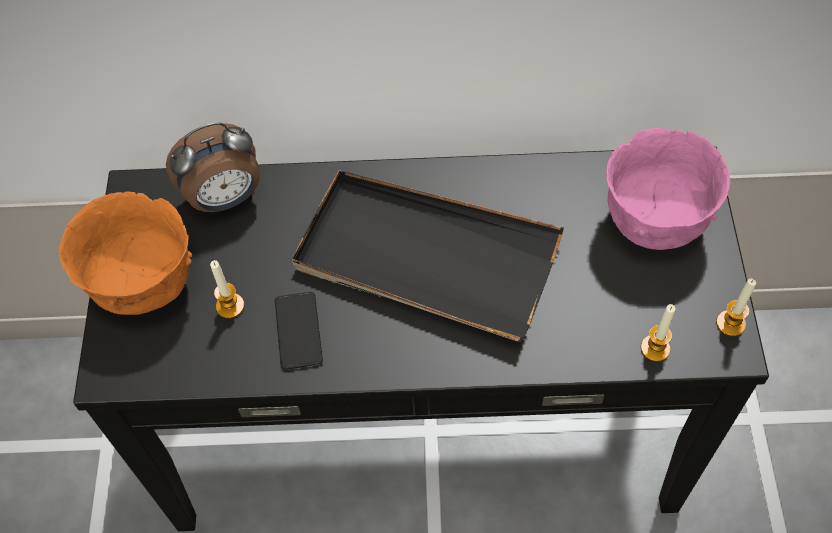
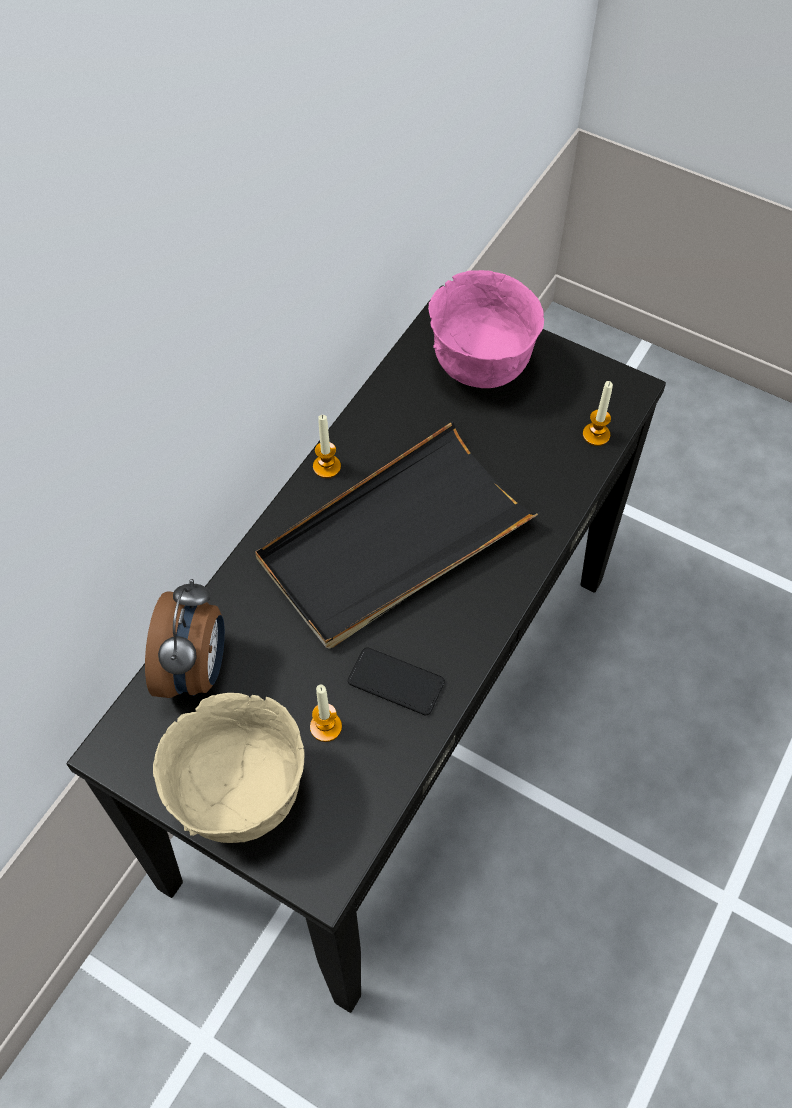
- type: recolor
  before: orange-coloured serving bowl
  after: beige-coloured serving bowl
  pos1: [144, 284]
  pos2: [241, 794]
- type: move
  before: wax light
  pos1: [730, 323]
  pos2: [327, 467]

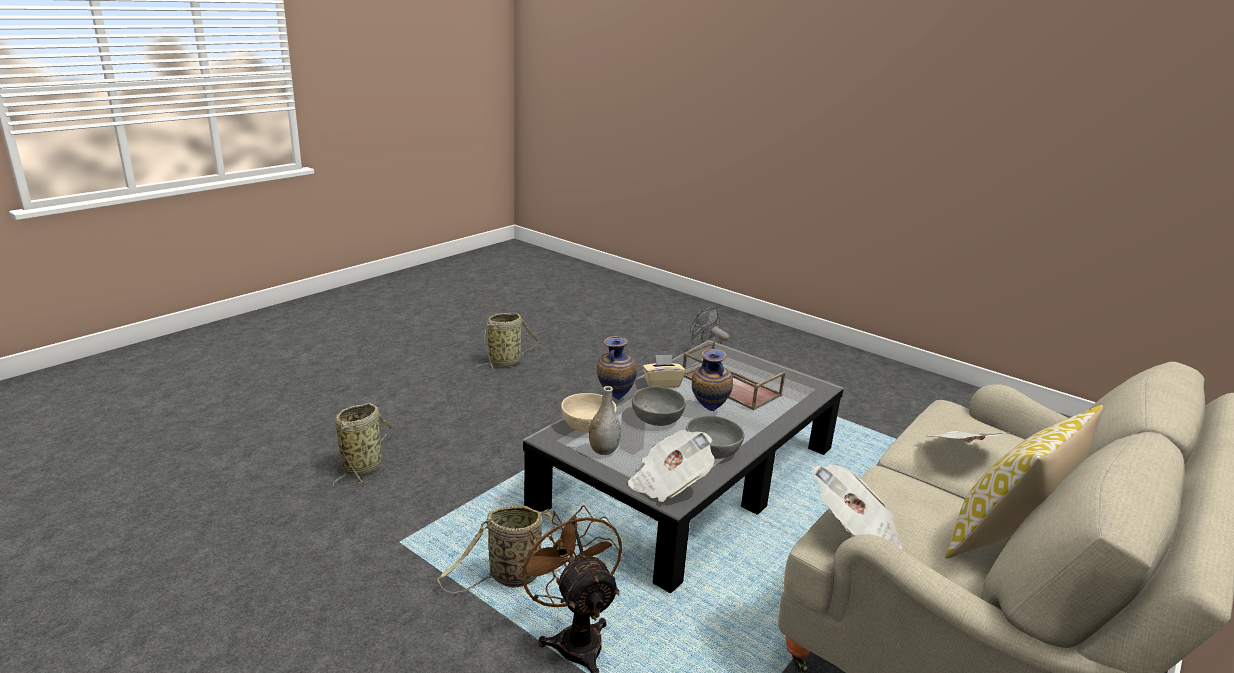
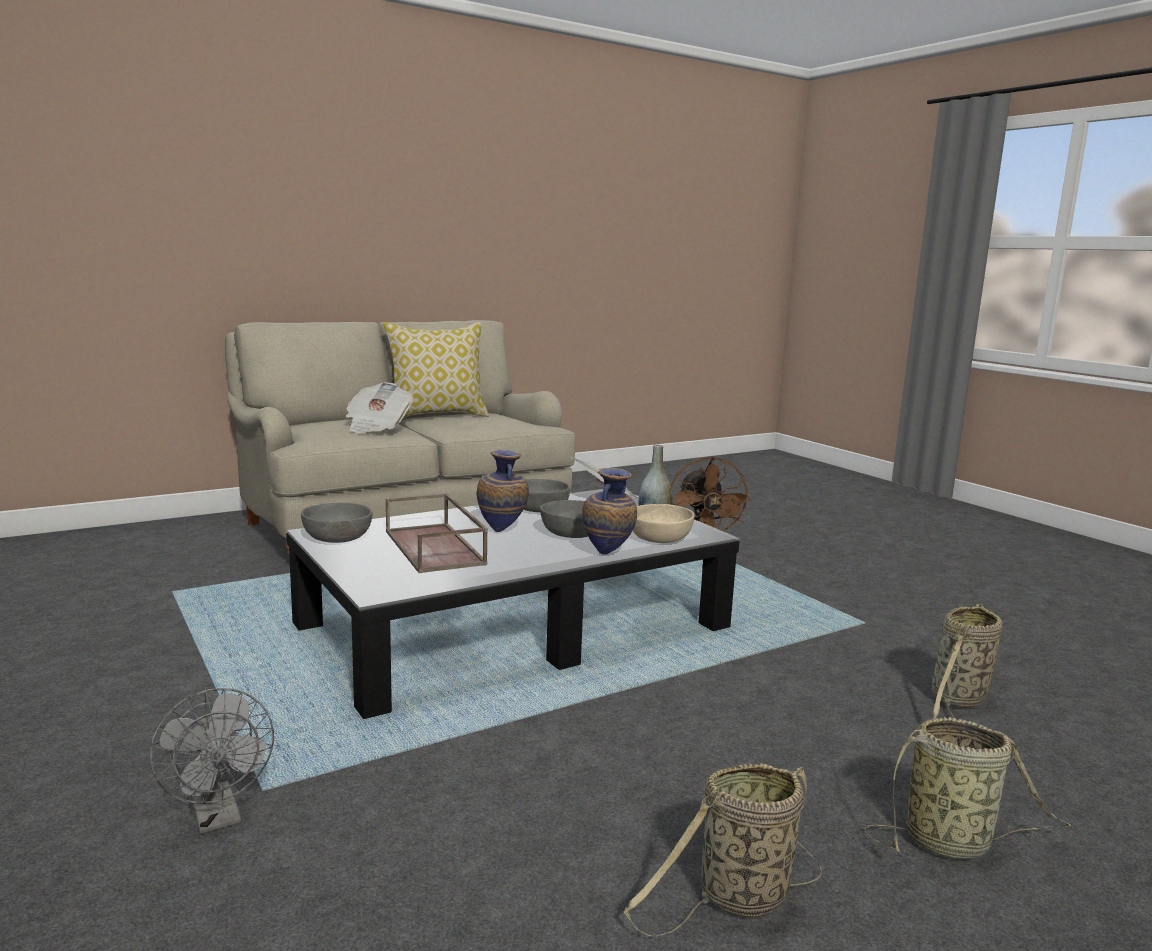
- type: delete
  before: beige-coloured tissue box
  pos1: [662, 383]
- type: delete
  before: daily paper
  pos1: [854, 528]
- type: move
  before: household basket
  pos1: [511, 577]
  pos2: [952, 843]
- type: insert
  after: gray serving bowl
  pos2: [337, 537]

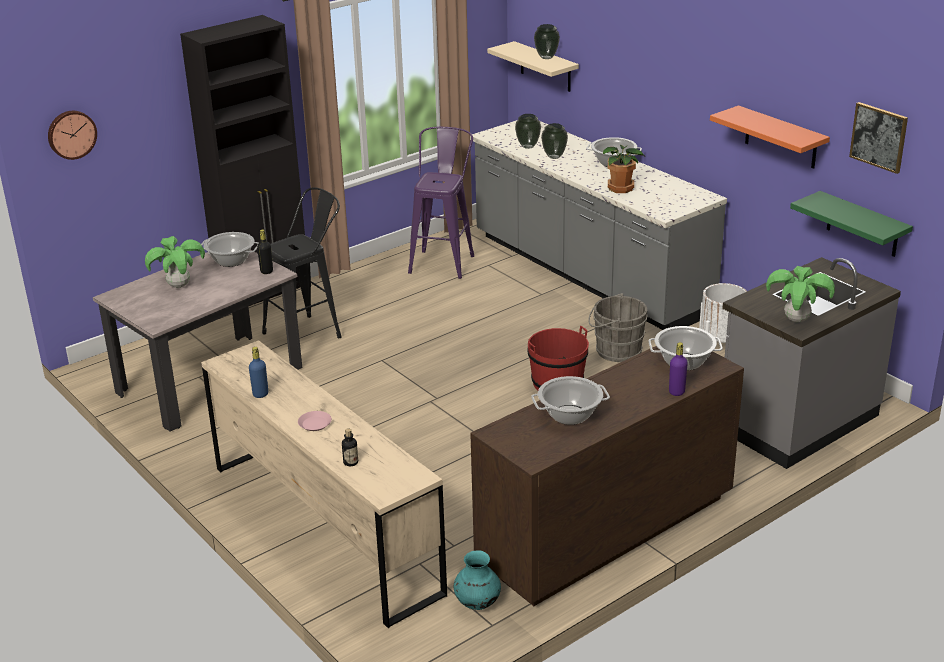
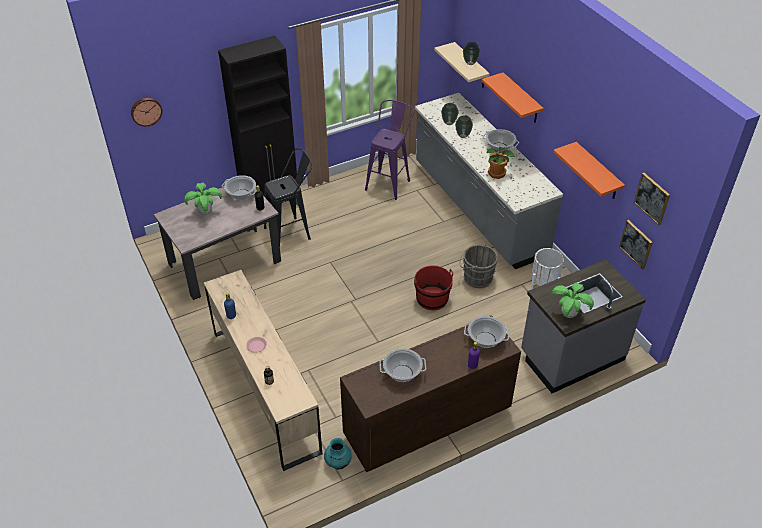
- type: replace
  before: green wall shelf
  after: wall picture
  pos1: [862, 225]
  pos2: [636, 244]
- type: insert
  after: orange-coloured wall shelf
  pos2: [521, 99]

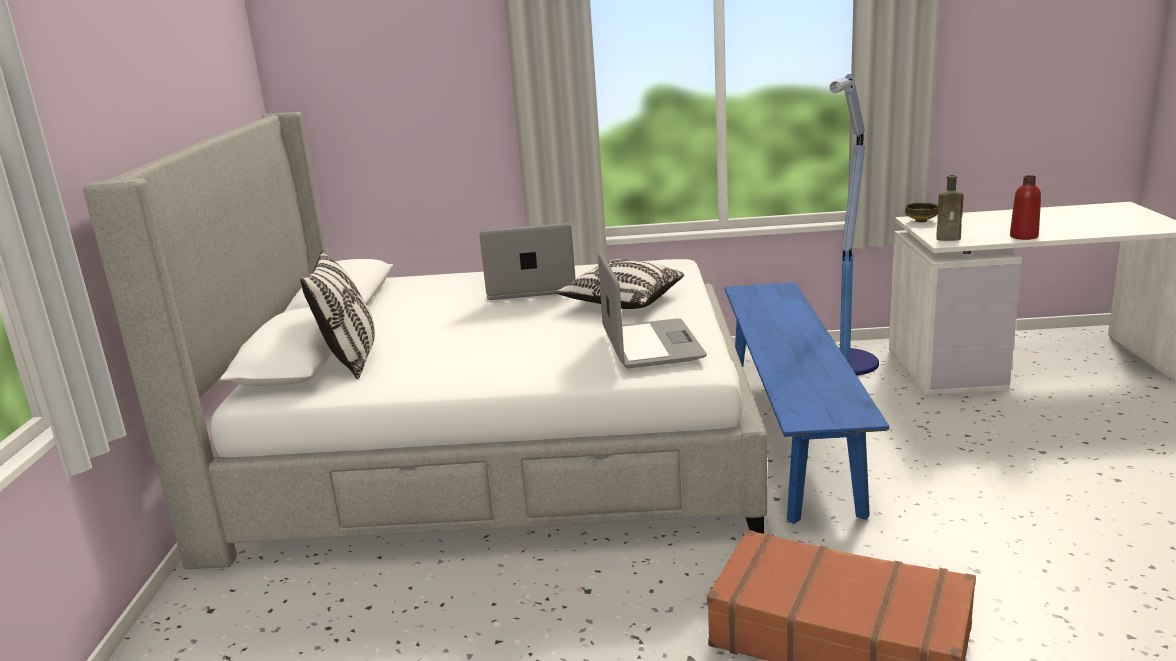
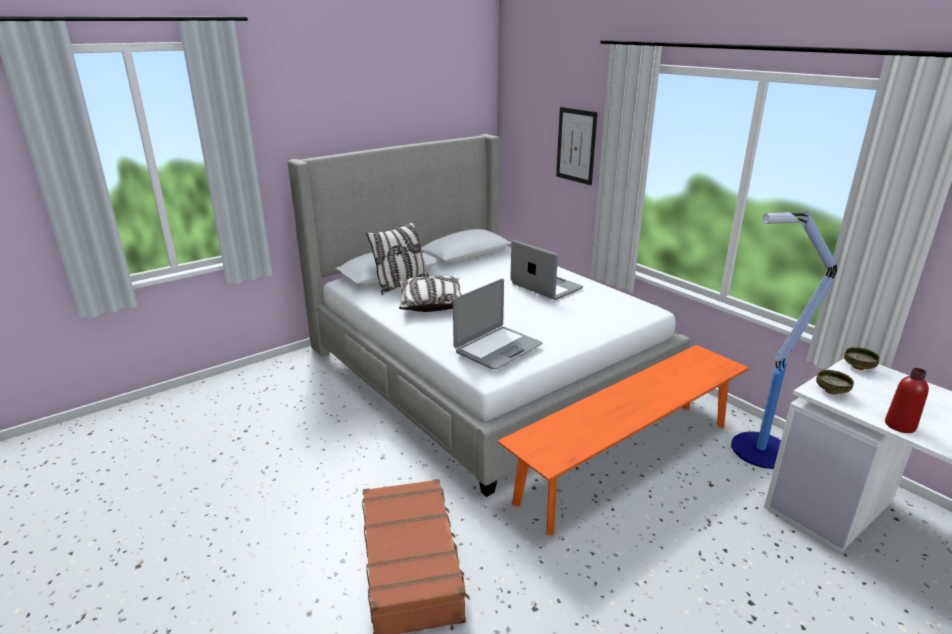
- type: replace
  before: brown drink bottle
  after: serving bowl
  pos1: [950, 238]
  pos2: [831, 391]
- type: move
  before: cushion
  pos1: [622, 302]
  pos2: [431, 304]
- type: recolor
  before: blue indoor bench
  after: orange-coloured indoor bench
  pos1: [790, 429]
  pos2: [627, 461]
- type: insert
  after: wall picture
  pos2: [576, 145]

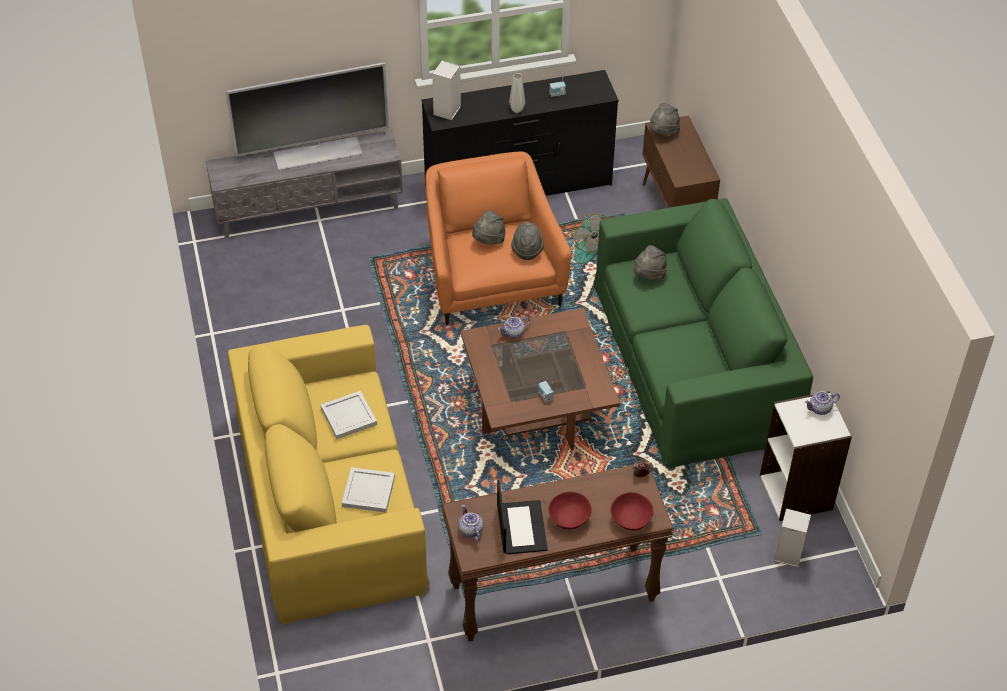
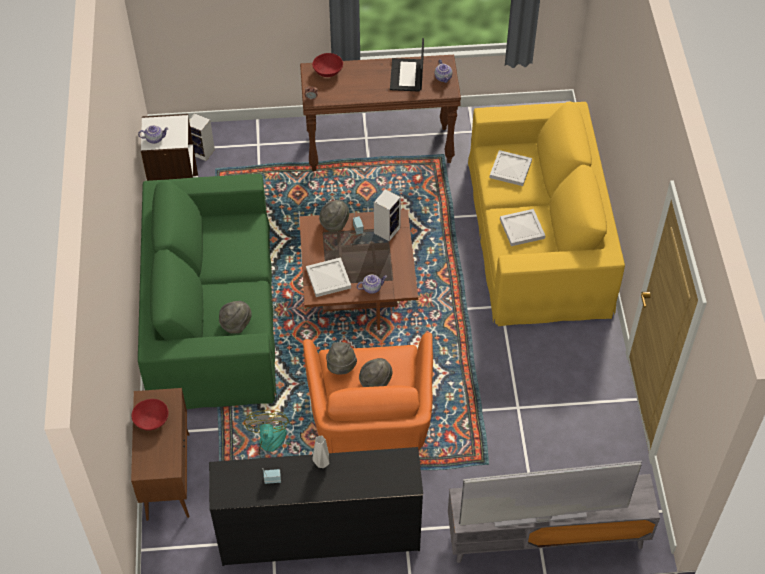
- type: move
  before: audio speaker
  pos1: [447, 111]
  pos2: [387, 229]
- type: move
  before: gray clothing hat
  pos1: [663, 133]
  pos2: [334, 223]
- type: move
  before: reddish serving bowl
  pos1: [569, 517]
  pos2: [151, 421]
- type: insert
  after: whitish tray
  pos2: [328, 279]

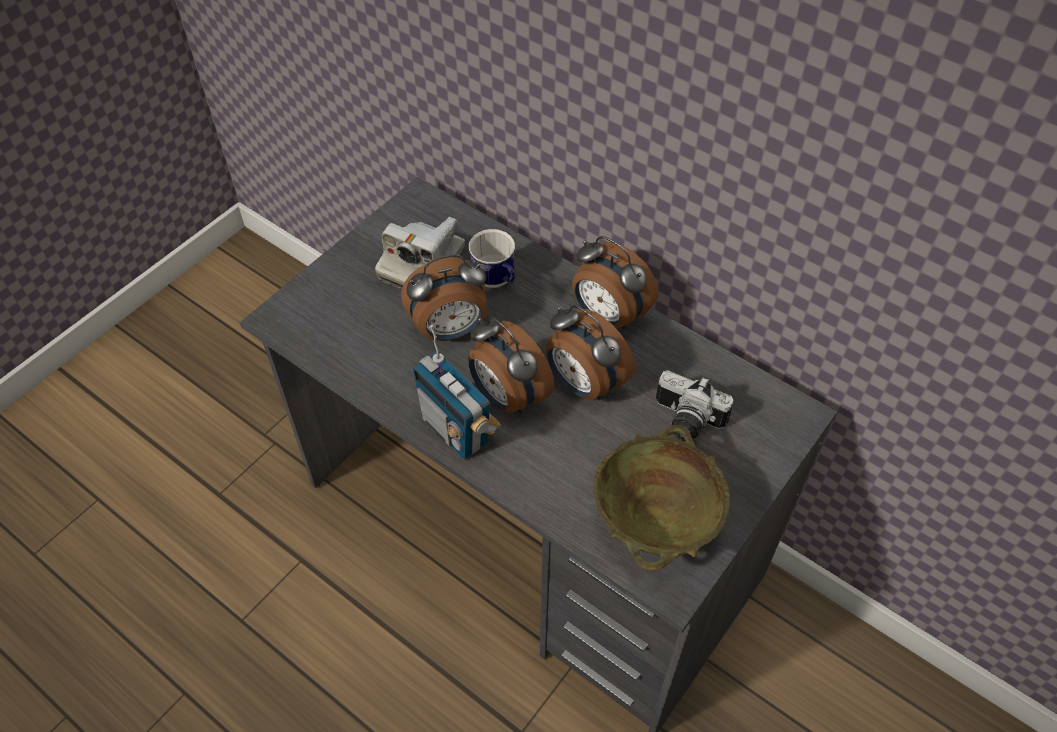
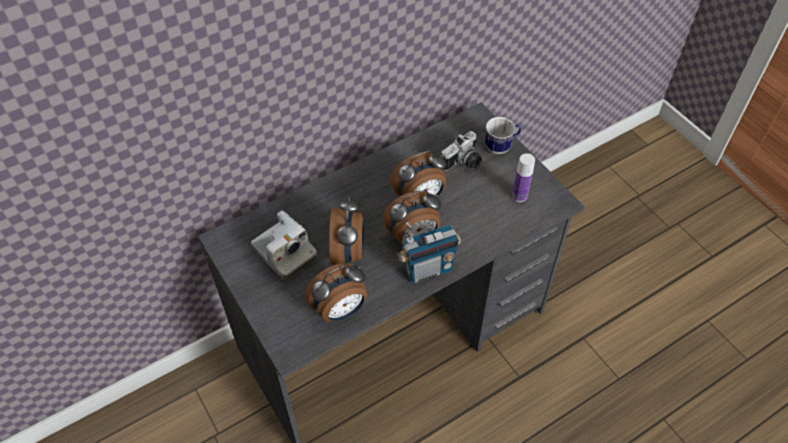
- type: move
  before: mug
  pos1: [497, 281]
  pos2: [501, 146]
- type: move
  before: table clock
  pos1: [608, 316]
  pos2: [340, 310]
- type: replace
  before: beige-coloured serving bowl
  after: drink bottle
  pos1: [656, 518]
  pos2: [519, 196]

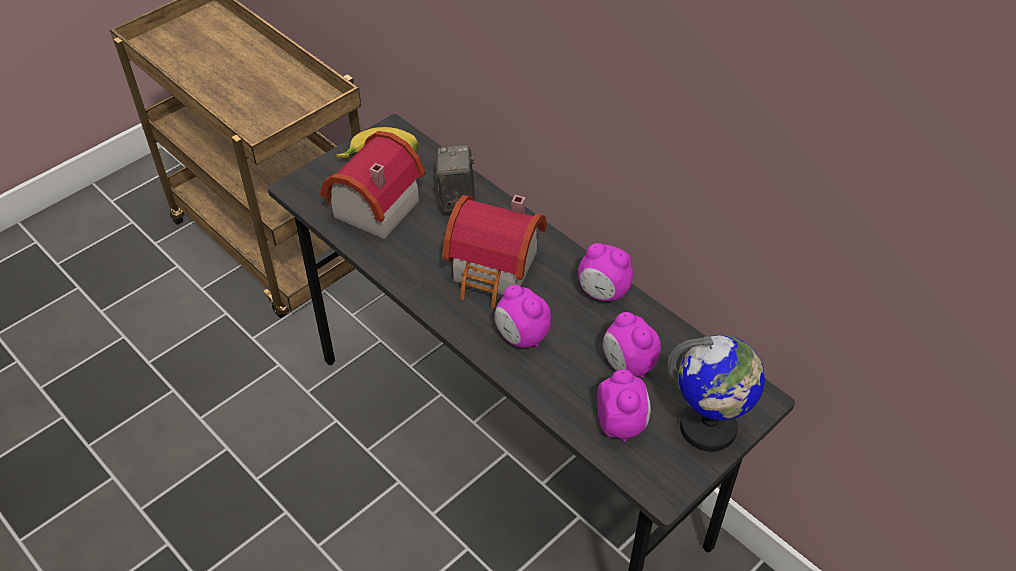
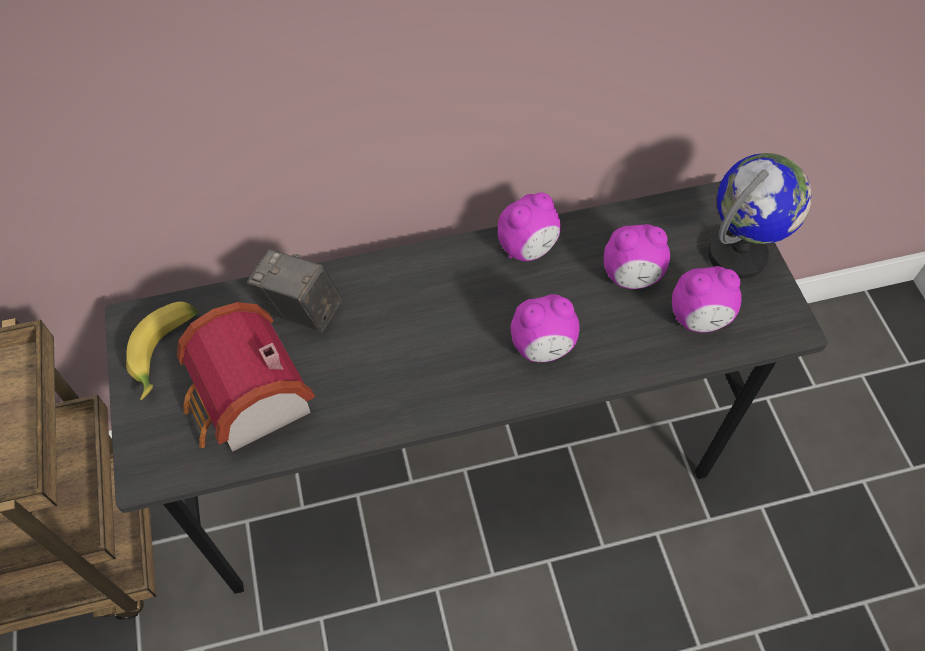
- type: delete
  before: model house
  pos1: [495, 271]
- type: rotate
  before: table clock
  pos1: [621, 424]
  pos2: [699, 319]
  turn: 150

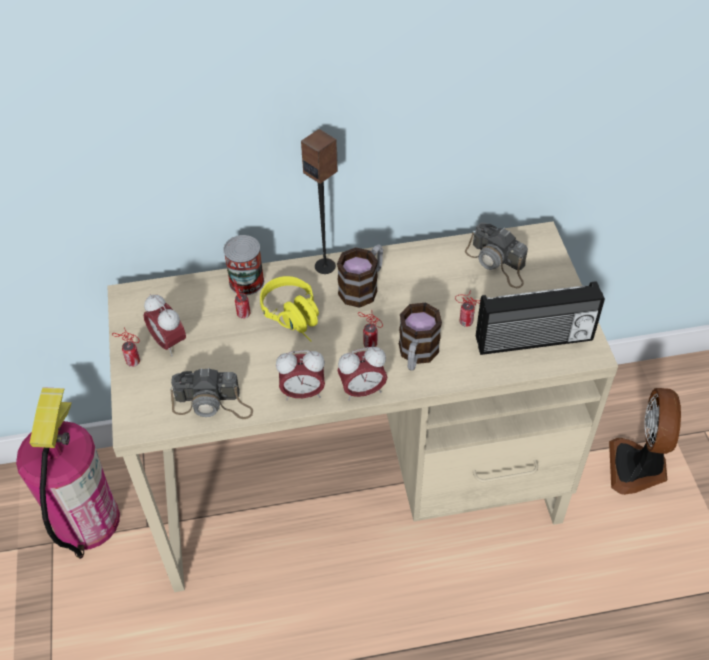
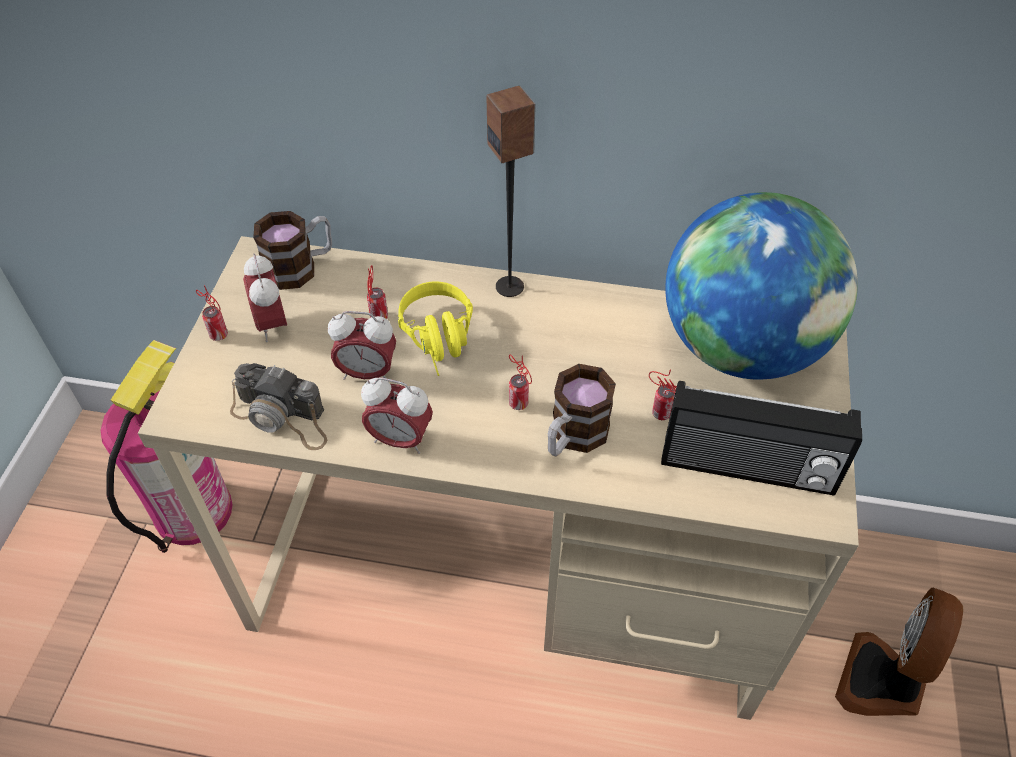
- type: replace
  before: photo camera
  after: world globe
  pos1: [497, 263]
  pos2: [741, 347]
- type: delete
  before: sealed can
  pos1: [246, 282]
- type: move
  before: mug
  pos1: [363, 287]
  pos2: [301, 267]
- type: move
  before: table clock
  pos1: [362, 390]
  pos2: [367, 373]

